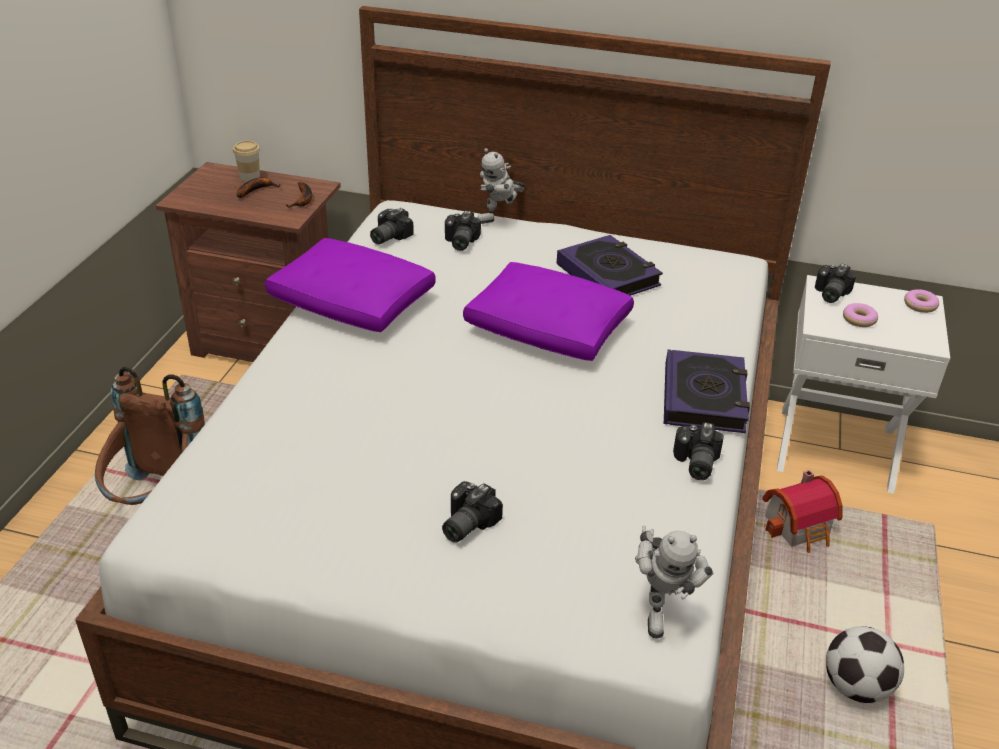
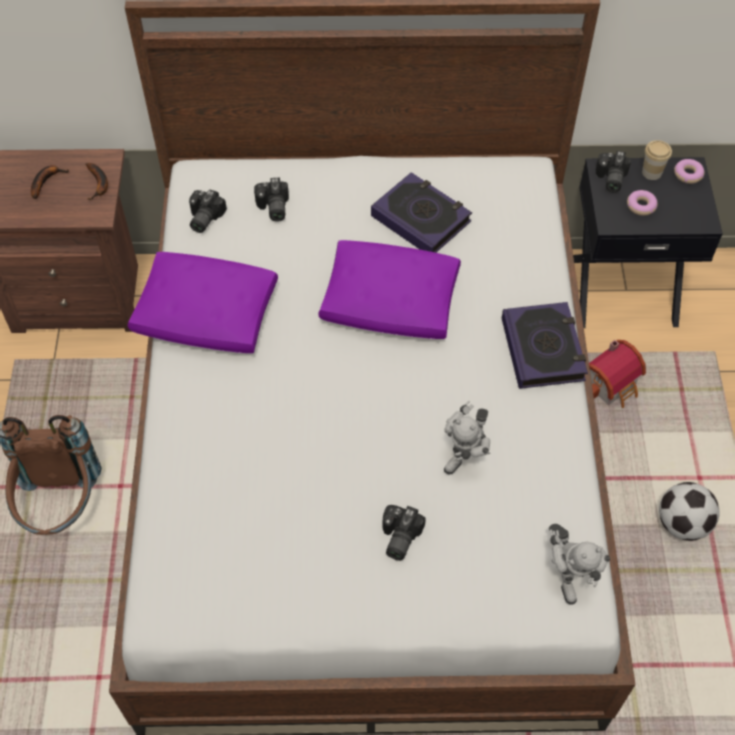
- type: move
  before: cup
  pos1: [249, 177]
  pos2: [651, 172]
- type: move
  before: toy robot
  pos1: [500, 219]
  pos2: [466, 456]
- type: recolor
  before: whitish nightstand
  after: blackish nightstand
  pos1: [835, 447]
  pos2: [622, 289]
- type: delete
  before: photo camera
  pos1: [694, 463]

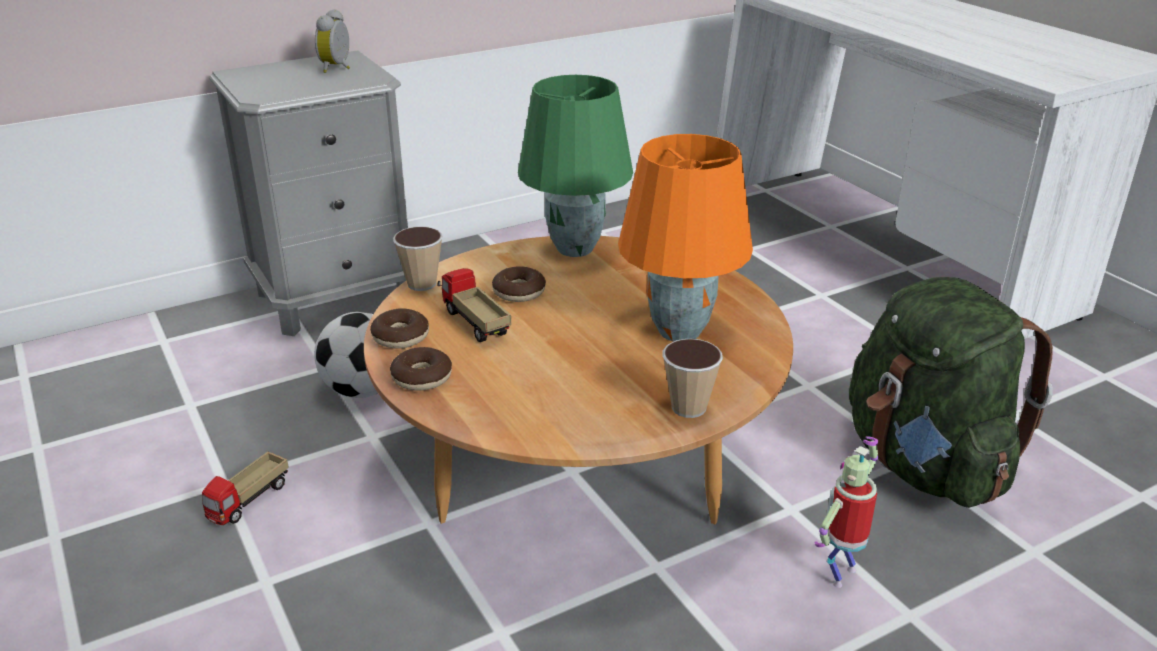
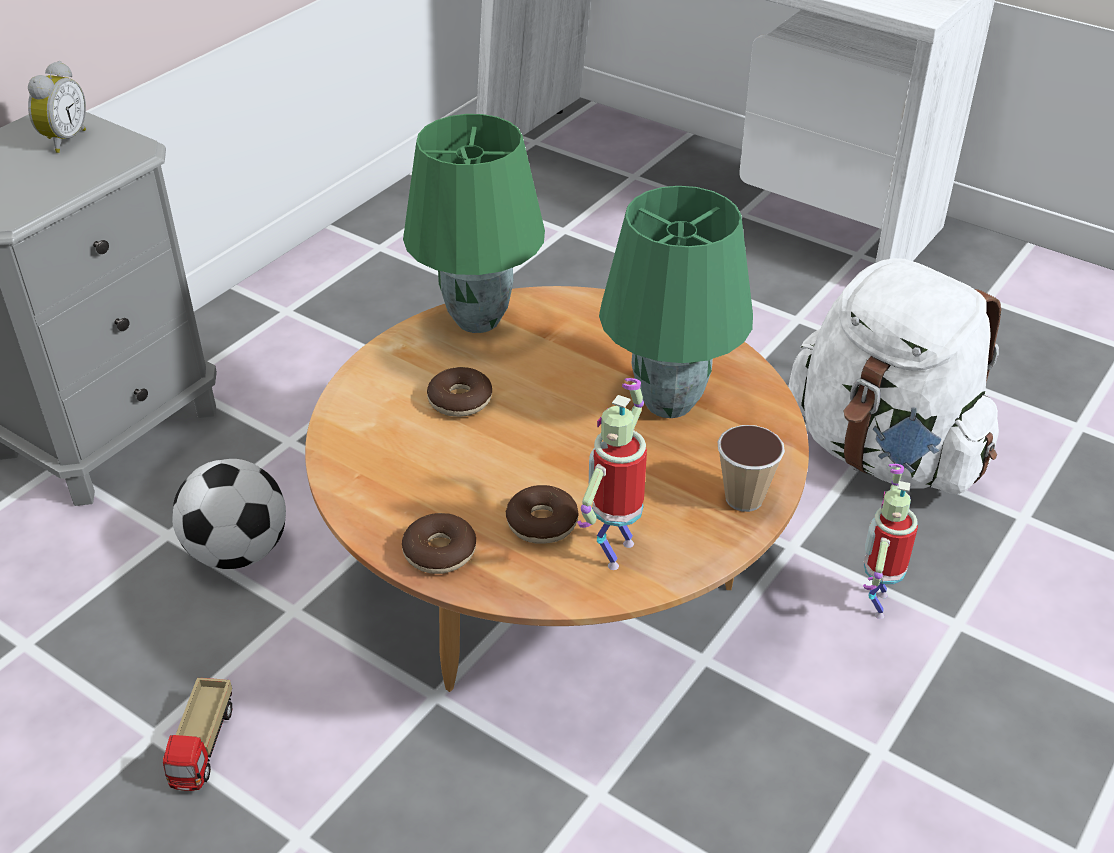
- type: rotate
  before: table clock
  pos1: [338, 68]
  pos2: [63, 140]
  turn: -150
- type: recolor
  before: orange-coloured lamp for a table
  after: green lamp for a table
  pos1: [680, 332]
  pos2: [670, 404]
- type: delete
  before: cup
  pos1: [422, 284]
- type: delete
  before: toy truck
  pos1: [474, 323]
- type: recolor
  before: green backpack
  after: whitish backpack
  pos1: [925, 465]
  pos2: [884, 453]
- type: move
  before: doughnut
  pos1: [400, 337]
  pos2: [542, 523]
- type: insert
  after: toy robot
  pos2: [615, 551]

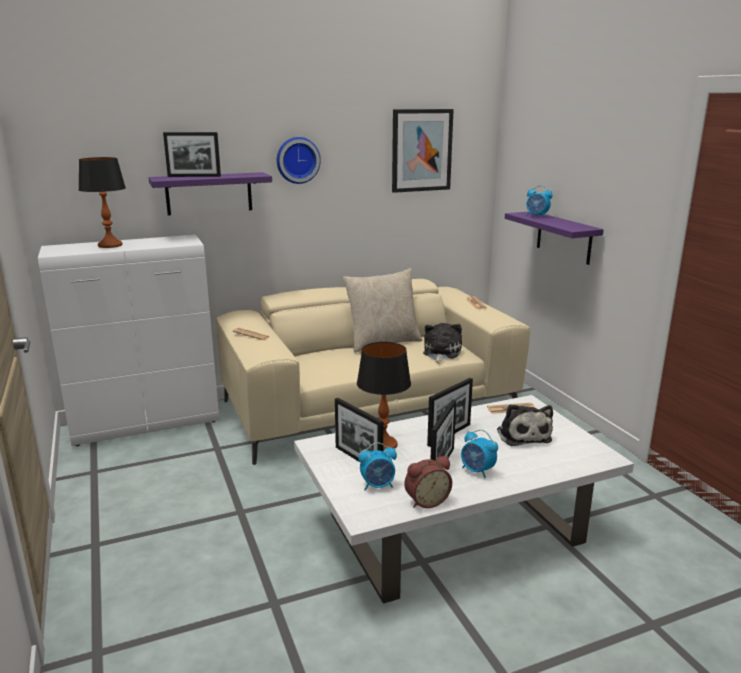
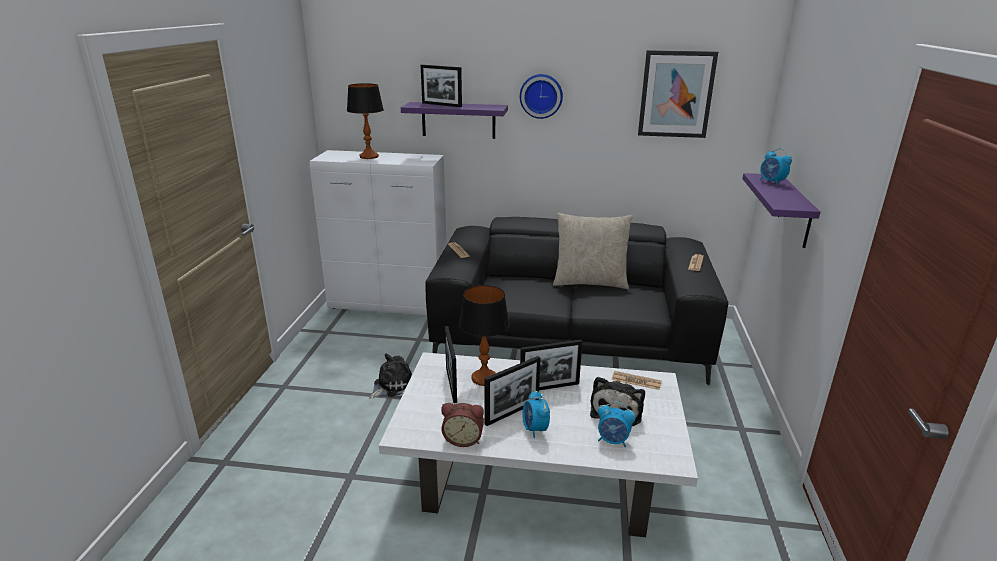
- type: recolor
  before: beige-coloured sofa
  after: blackish sofa
  pos1: [369, 407]
  pos2: [569, 339]
- type: move
  before: plush toy
  pos1: [441, 353]
  pos2: [392, 385]
- type: move
  before: table clock
  pos1: [378, 486]
  pos2: [613, 441]

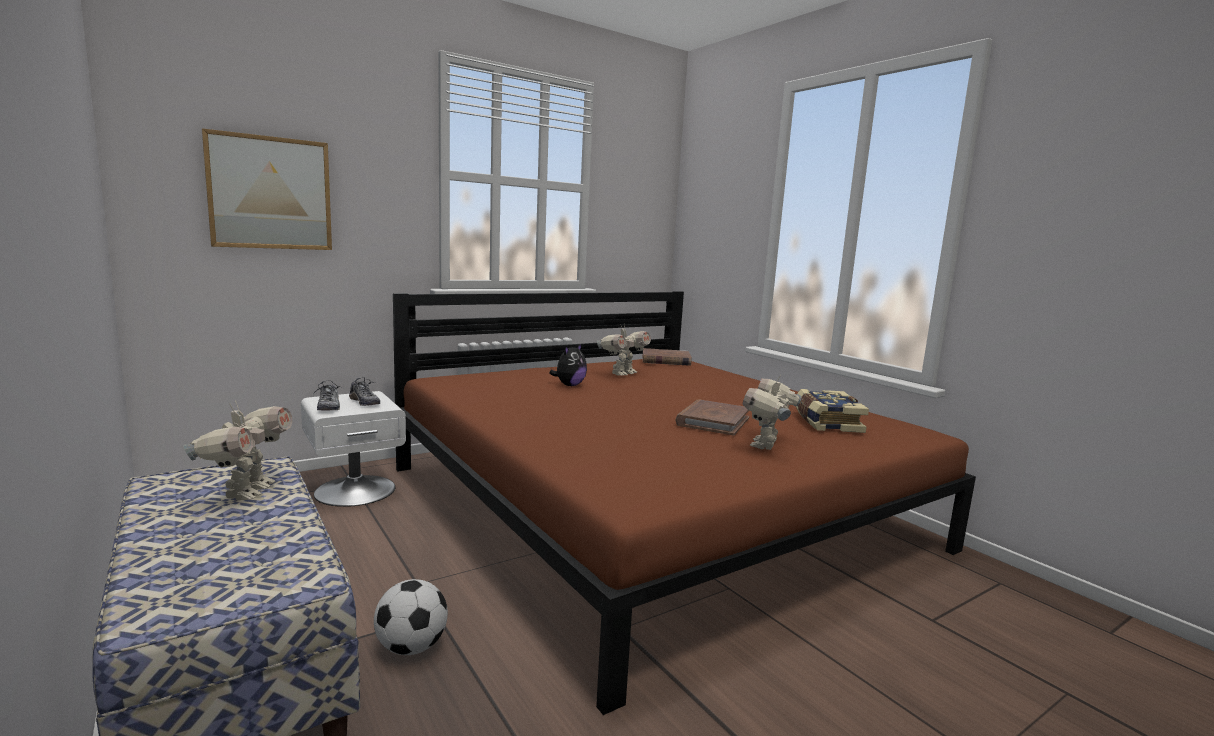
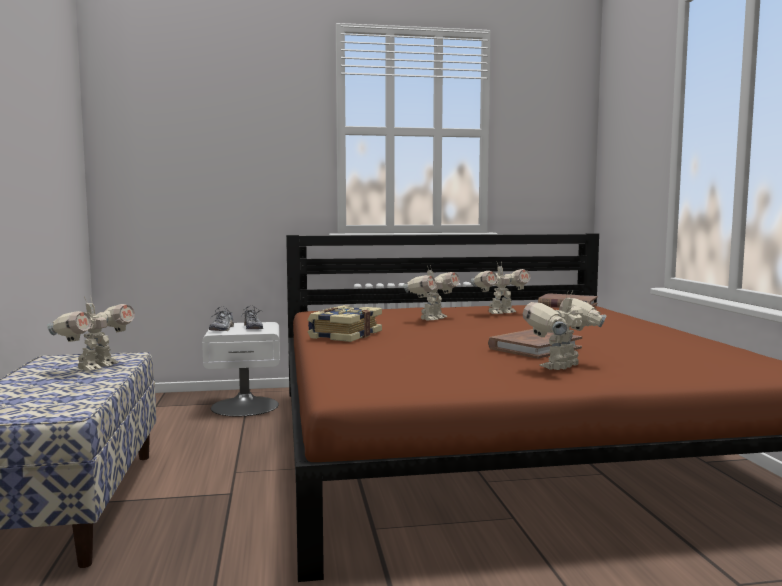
- type: delete
  before: wall picture
  pos1: [270, 193]
- type: replace
  before: plush toy
  after: toy robot
  pos1: [569, 385]
  pos2: [431, 319]
- type: move
  before: bound book
  pos1: [826, 422]
  pos2: [344, 335]
- type: delete
  before: football ball
  pos1: [411, 647]

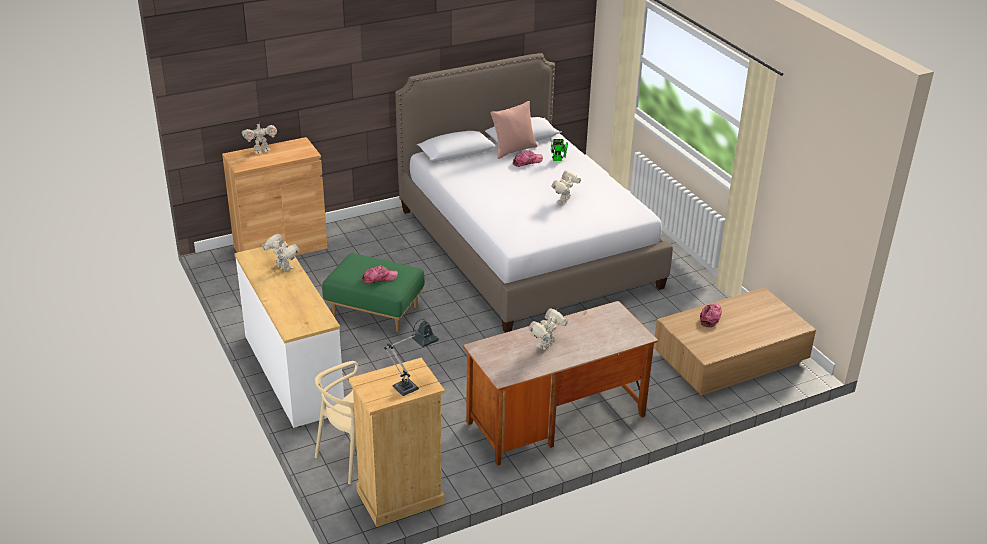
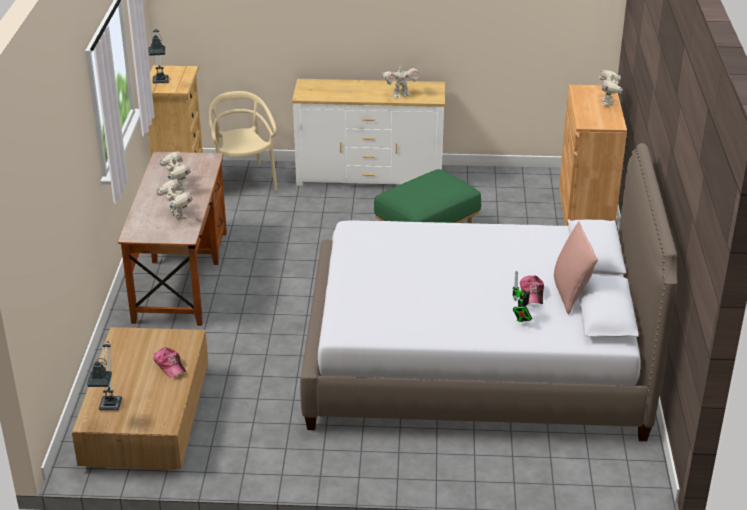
- type: move
  before: toy robot
  pos1: [564, 201]
  pos2: [177, 216]
- type: delete
  before: cap
  pos1: [379, 278]
- type: insert
  after: lamp for a table
  pos2: [109, 408]

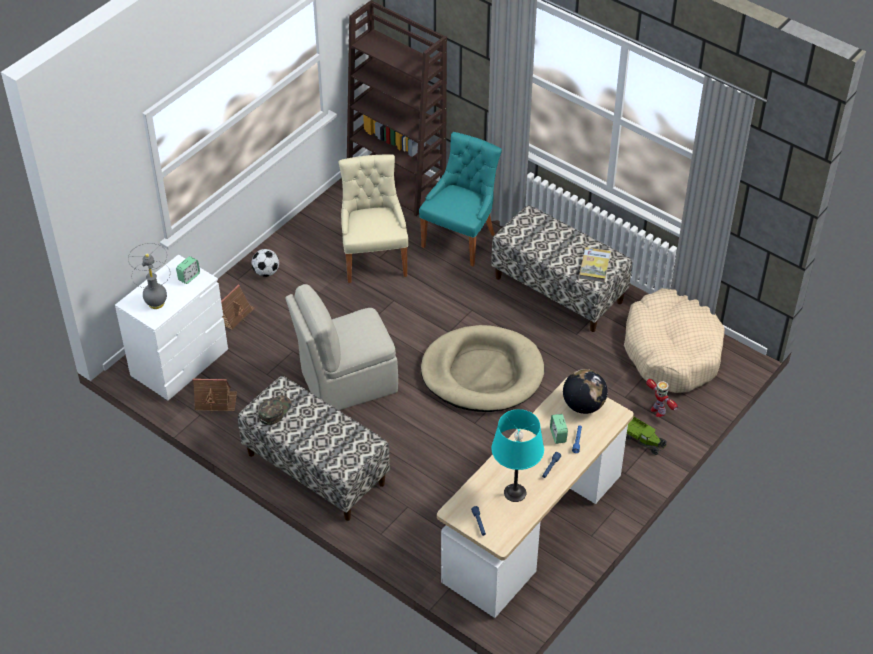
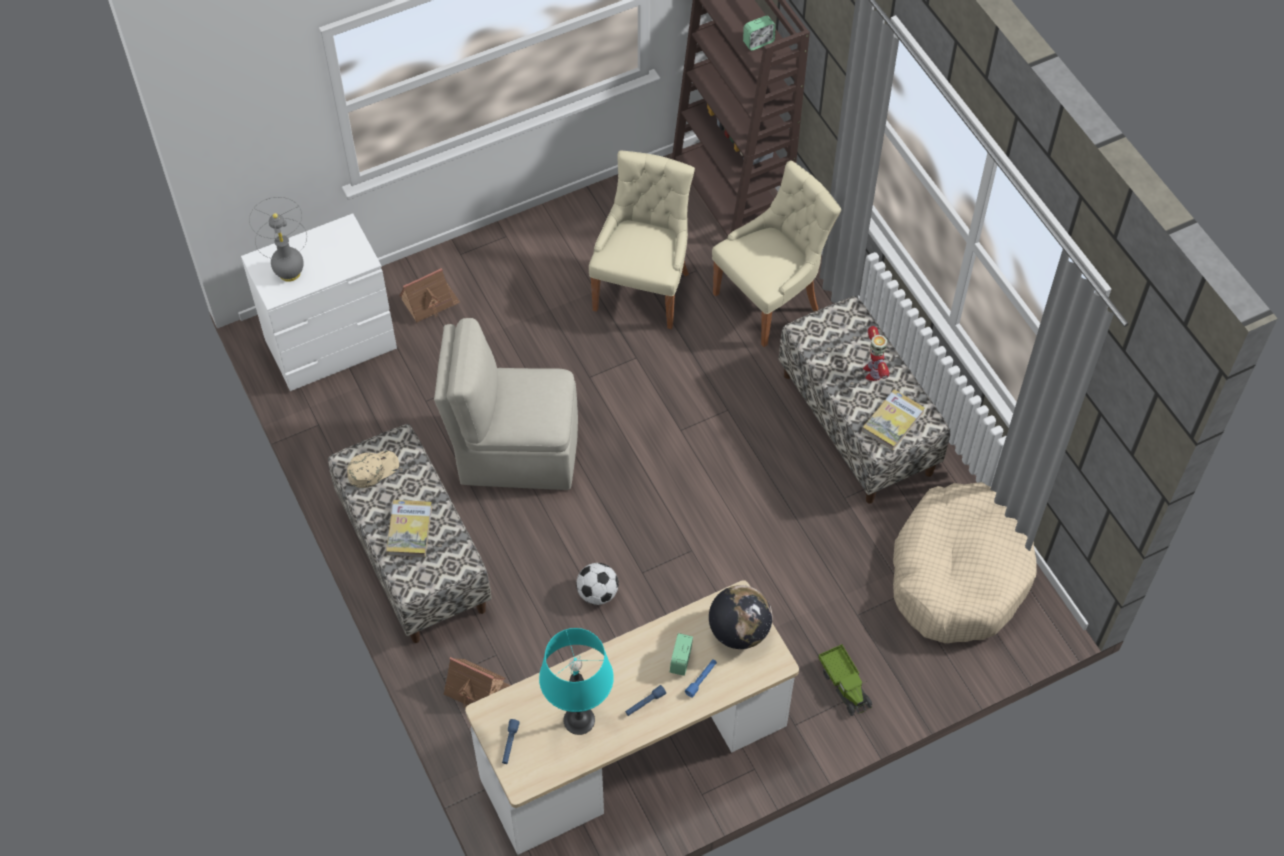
- type: recolor
  before: turquoise upright chair
  after: beige-coloured upright chair
  pos1: [460, 239]
  pos2: [770, 300]
- type: move
  before: football ball
  pos1: [266, 272]
  pos2: [597, 593]
- type: move
  before: table clock
  pos1: [189, 277]
  pos2: [758, 42]
- type: delete
  before: beige-coloured pet bed
  pos1: [482, 373]
- type: move
  before: model house
  pos1: [215, 401]
  pos2: [478, 690]
- type: move
  before: toy robot
  pos1: [658, 410]
  pos2: [873, 371]
- type: recolor
  before: green cap
  after: beige-coloured cap
  pos1: [274, 410]
  pos2: [373, 469]
- type: insert
  after: bound book
  pos2: [409, 530]

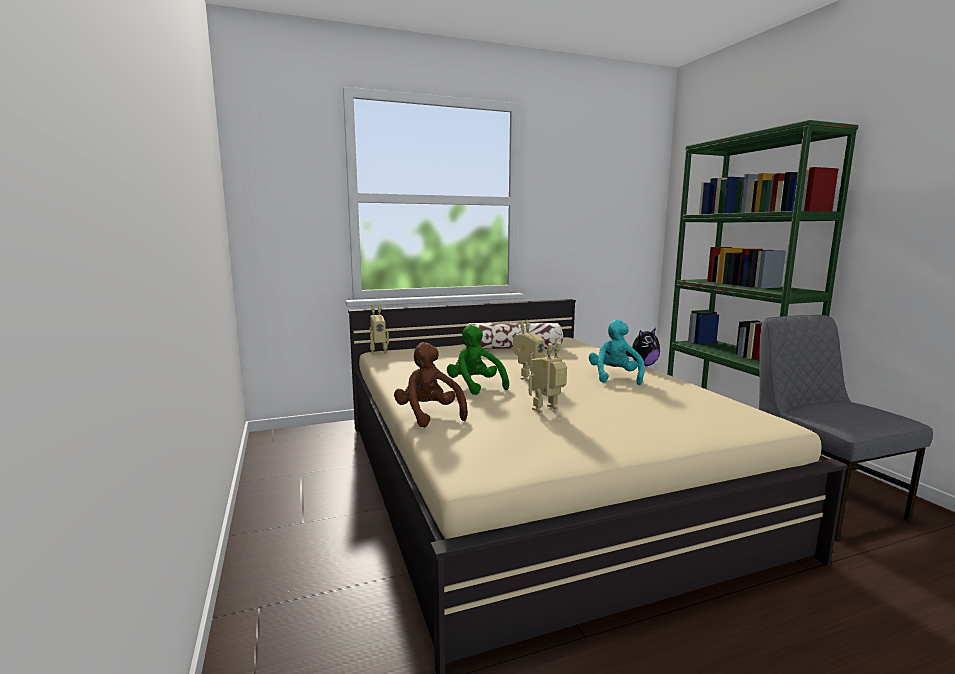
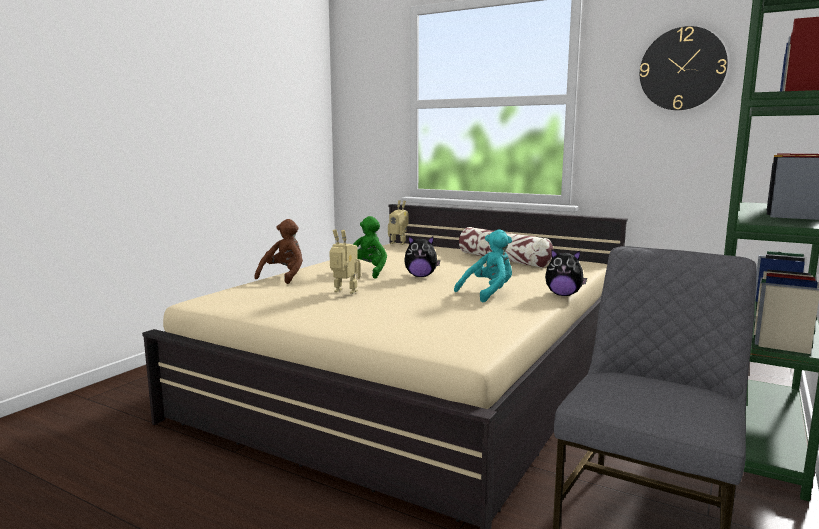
- type: replace
  before: toy robot
  after: plush toy
  pos1: [527, 377]
  pos2: [421, 276]
- type: insert
  after: hanging clock
  pos2: [682, 69]

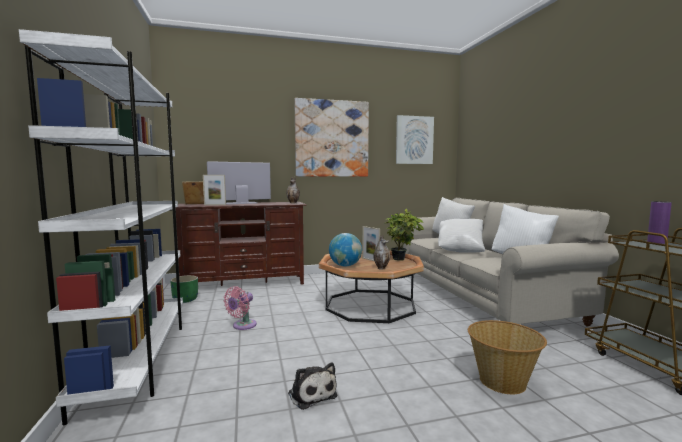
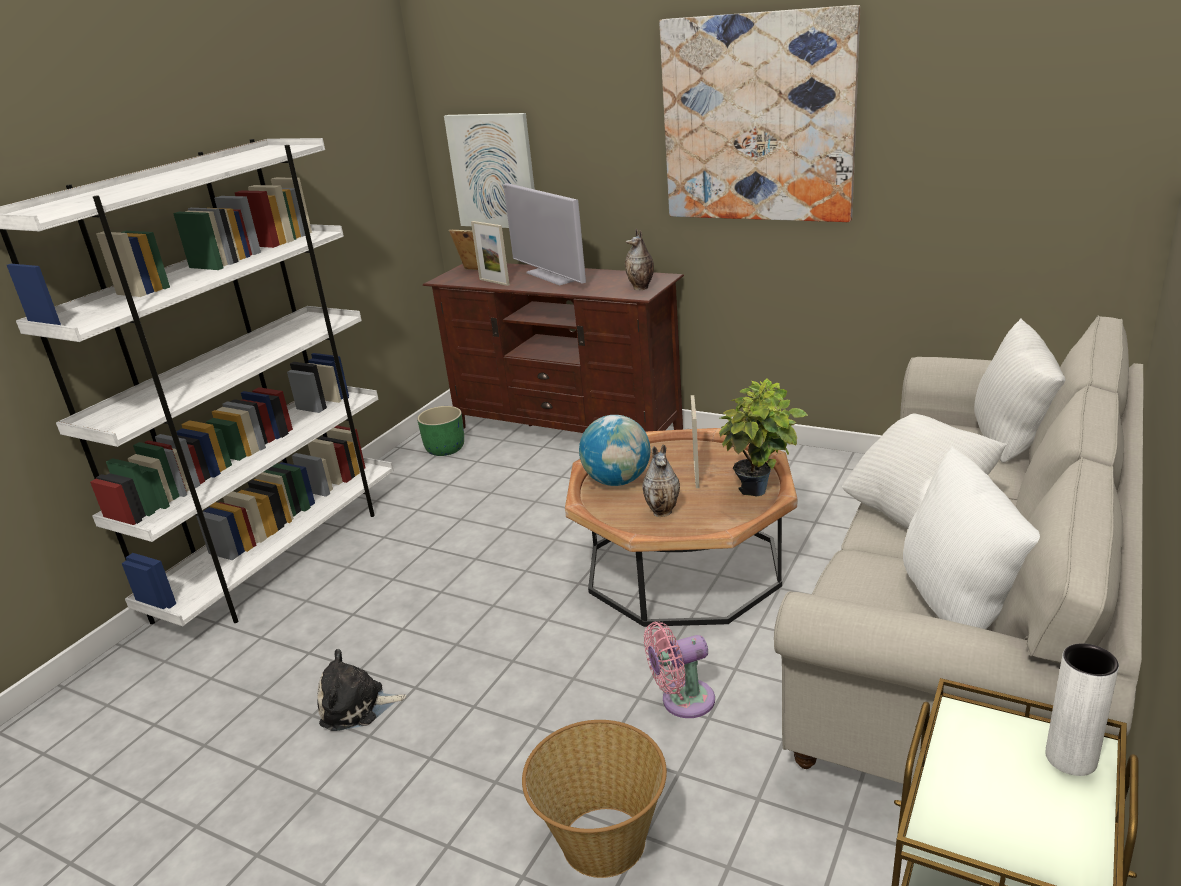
- type: move
  before: wall picture
  pos1: [414, 140]
  pos2: [493, 171]
- type: rotate
  before: television
  pos1: [241, 203]
  pos2: [552, 276]
  turn: -135
- type: recolor
  before: purple decorative vase
  after: whitish decorative vase
  pos1: [657, 242]
  pos2: [1071, 758]
- type: move
  before: pink-coloured electric fan
  pos1: [242, 326]
  pos2: [682, 701]
- type: rotate
  before: plush toy
  pos1: [311, 394]
  pos2: [357, 706]
  turn: 75

